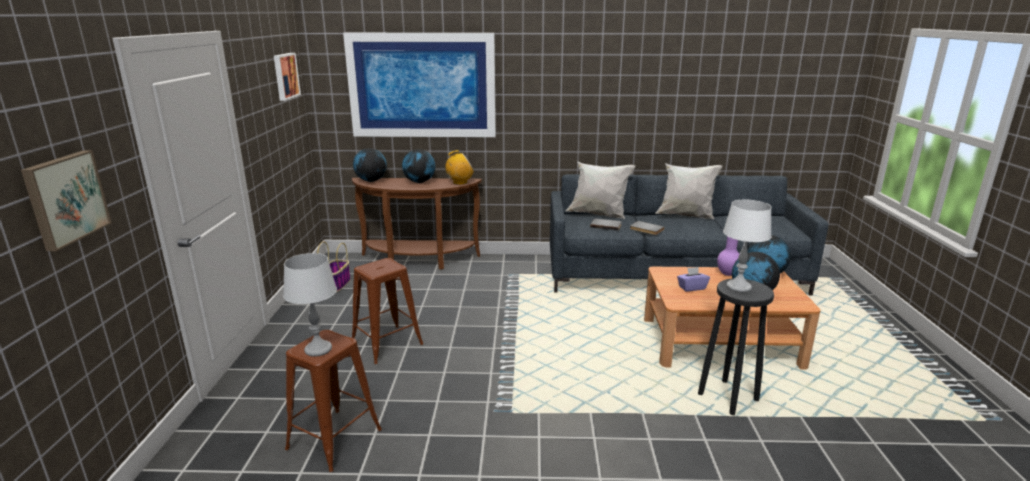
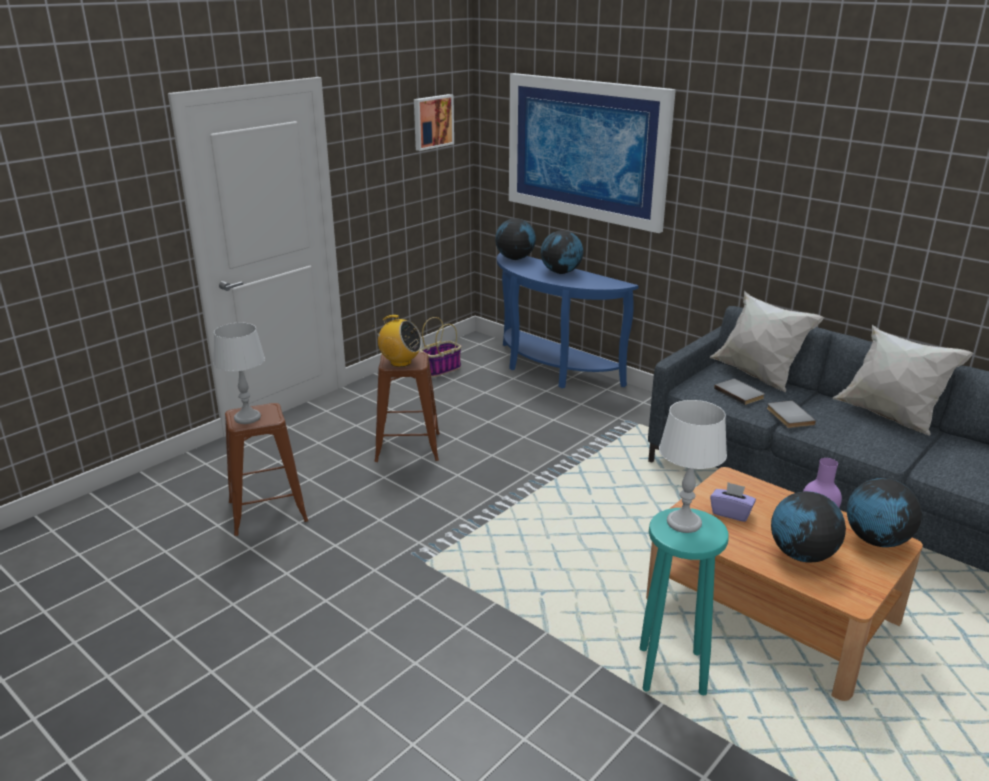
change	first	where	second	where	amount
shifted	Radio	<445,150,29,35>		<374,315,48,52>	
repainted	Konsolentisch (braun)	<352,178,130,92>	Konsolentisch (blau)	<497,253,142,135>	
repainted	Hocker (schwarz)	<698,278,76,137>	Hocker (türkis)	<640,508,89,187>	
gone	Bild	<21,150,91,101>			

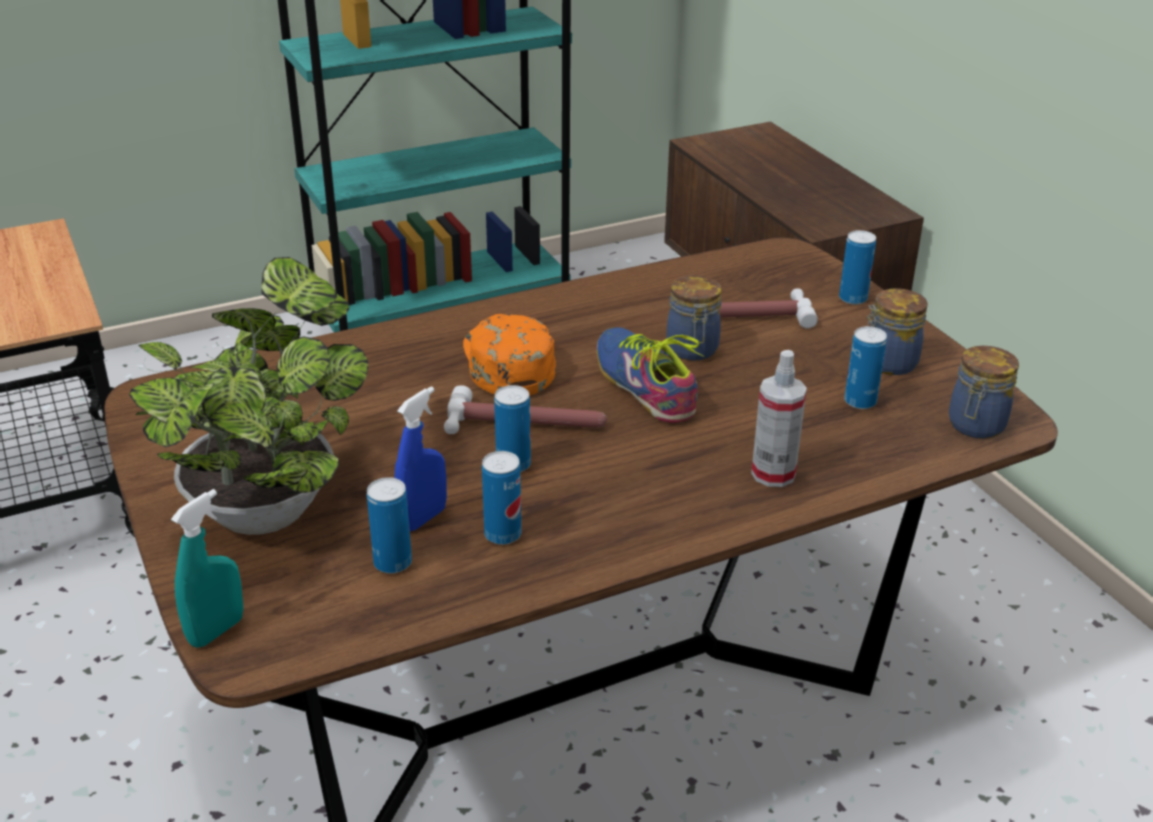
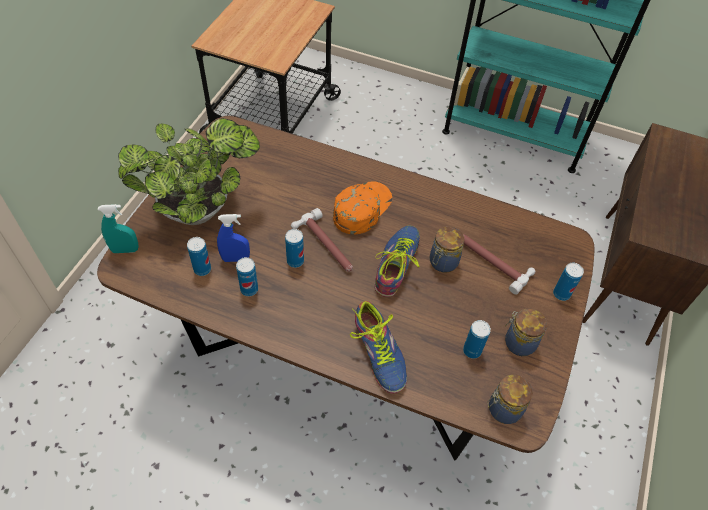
change	first	where	second	where	amount
swapped	Sprühflasche	<751,350,56,137>	Schuh	<350,301,57,93>	

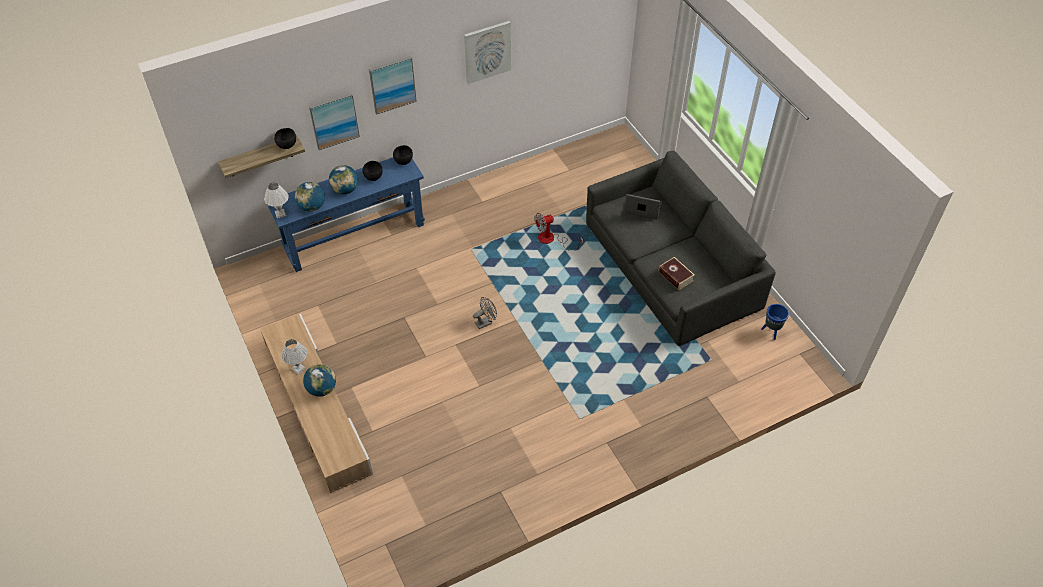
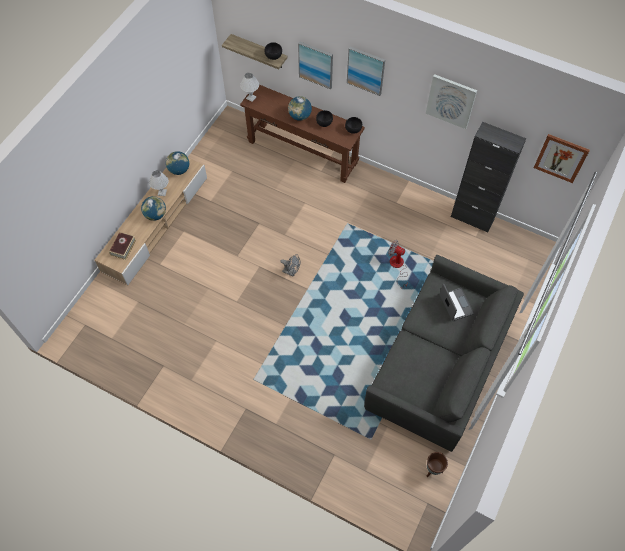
change	first	where	second	where	amount
shifted	Buch	<659,257,35,33>		<109,232,27,28>	
shifted	Globus	<295,182,30,29>		<166,151,23,24>	
repainted	Konsolentisch (blau)	<268,158,157,114>	Konsolentisch (braun)	<240,85,125,98>	
repainted	Pflanzkübel (blau)	<761,304,28,36>	Pflanzkübel (braun)	<427,452,21,25>	
new			Schrank (schwarz)	<451,122,75,111>	
new			Bild	<534,134,56,49>	

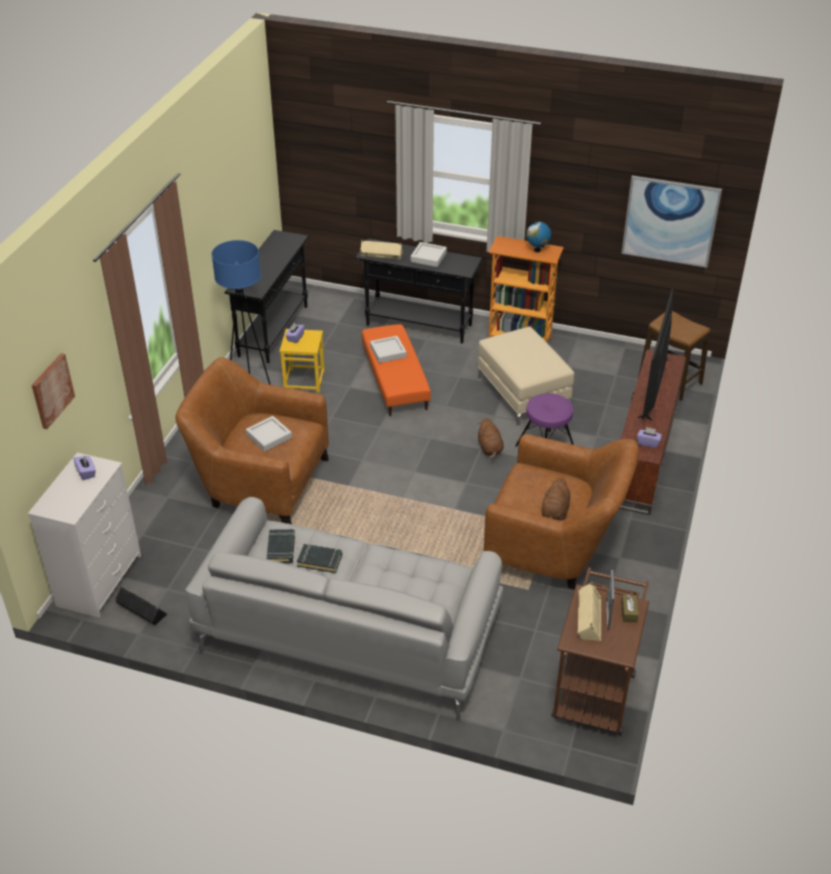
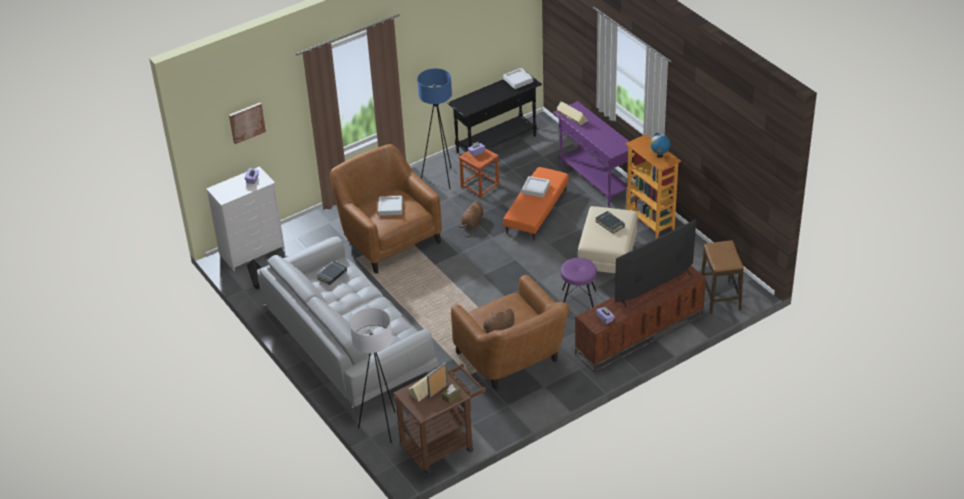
change	first	where	second	where	amount
new			Stehlampe (weiß)	<350,308,45,135>	
shifted	Plüschtier (braun)	<478,418,26,42>		<458,201,25,27>	
repainted	Hocker (gelb)	<280,329,45,63>	Hocker (braun)	<459,148,40,50>	
shifted	Tablett (grau)	<411,242,36,25>		<503,68,30,21>	
repainted	Konsolentisch (schwarz)	<355,238,128,105>	Konsolentisch (lila)	<553,101,77,106>	
shifted	Buch (schwarz)	<297,544,45,29>		<595,211,30,23>	
gone	Bild	<621,176,101,92>			

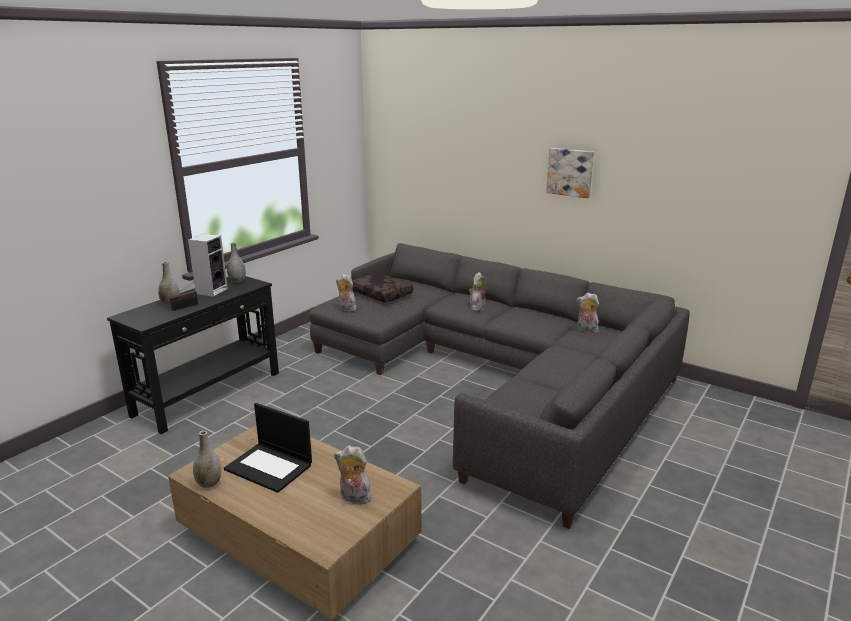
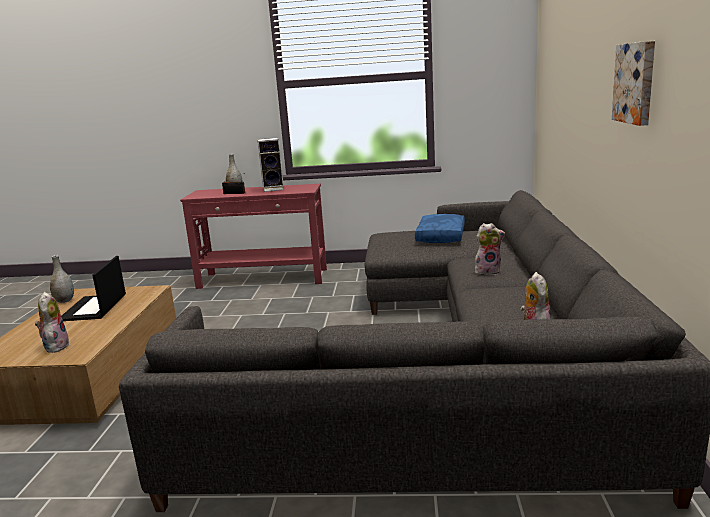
change	first	where	second	where	amount
repainted	Konsolentisch (schwarz)	<107,276,172,158>	Konsolentisch (rot)	<180,184,147,105>	
repainted	Kissen (braun)	<352,273,61,30>	Kissen (blau)	<415,214,50,29>	
gone	Vase (grau)	<227,242,19,41>			
gone	Plüschtier	<336,274,20,38>			

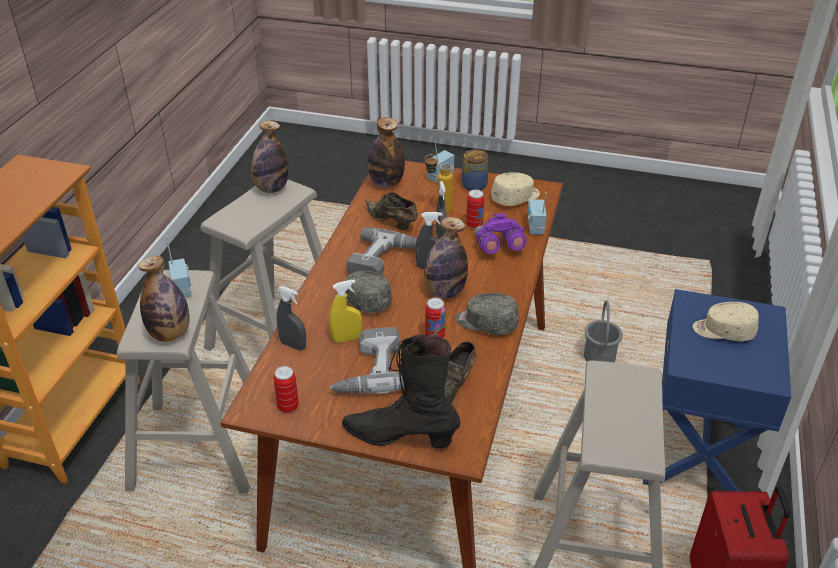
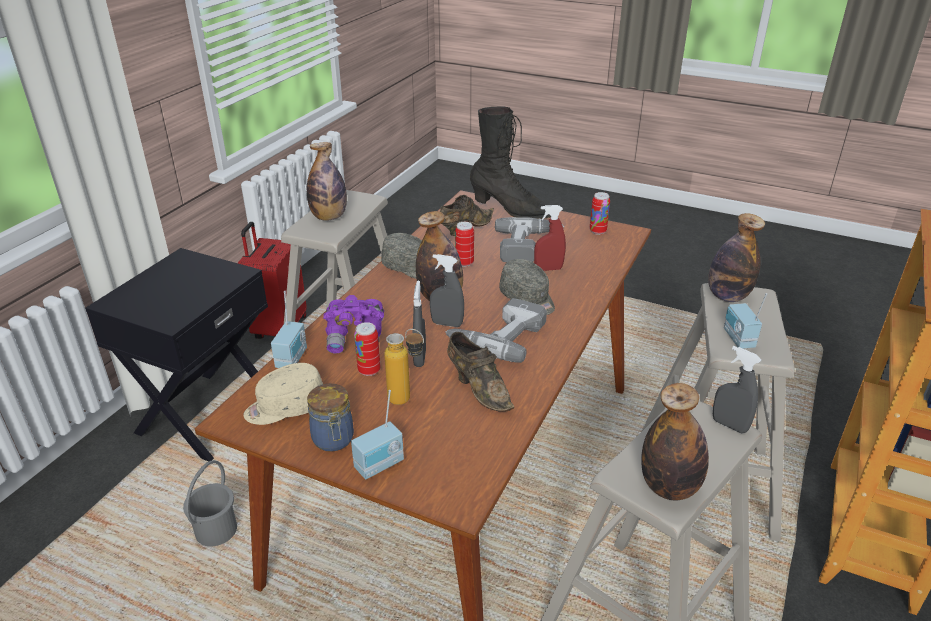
change	first	where	second	where	amount
repainted	Nachttisch (blau)	<643,289,148,202>	Nachttisch (schwarz)	<85,248,183,214>	
shifted	Flasche	<368,117,37,71>		<307,142,40,79>	
repainted	Sprühflasche (gelb)	<329,280,33,63>	Sprühflasche (rot)	<534,205,32,66>	
shifted	Sprühflasche (grau)	<277,286,29,64>		<713,346,48,87>	
gone	Kappe (beige)	<692,302,67,39>			

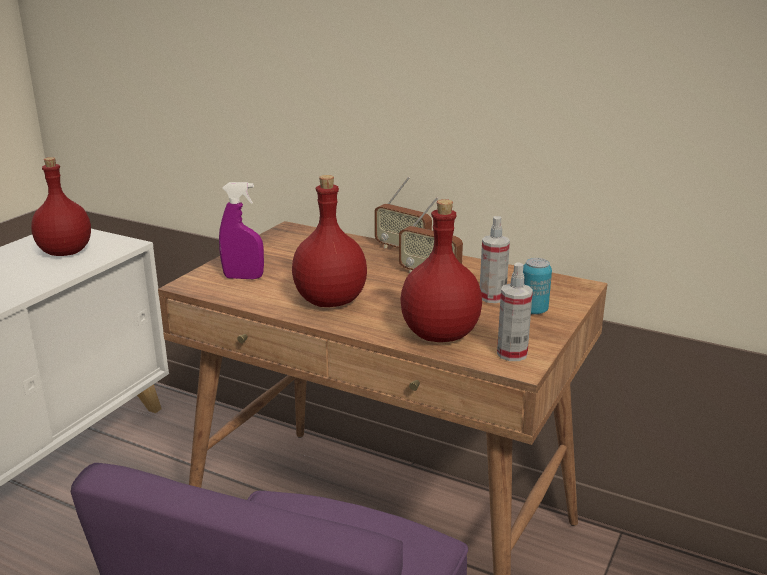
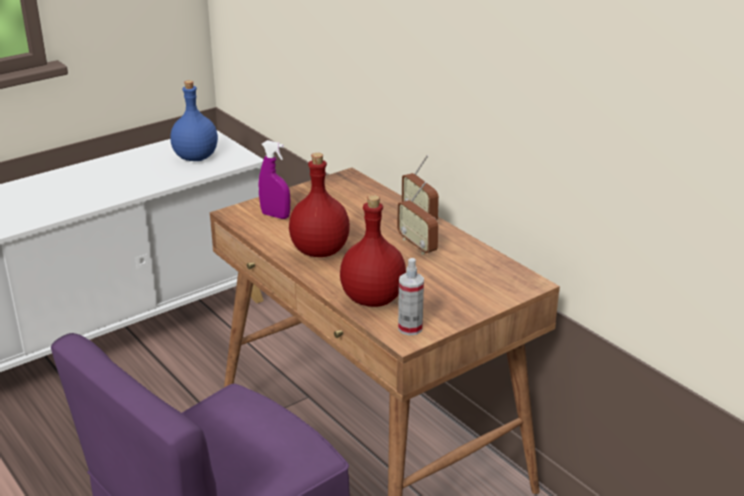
change	first	where	second	where	amount
repainted	Flasche (rot)	<31,157,60,99>	Flasche (blau)	<170,80,48,81>	
gone	Sprühflasche	<480,216,30,87>			
gone	Dose	<523,258,29,57>			

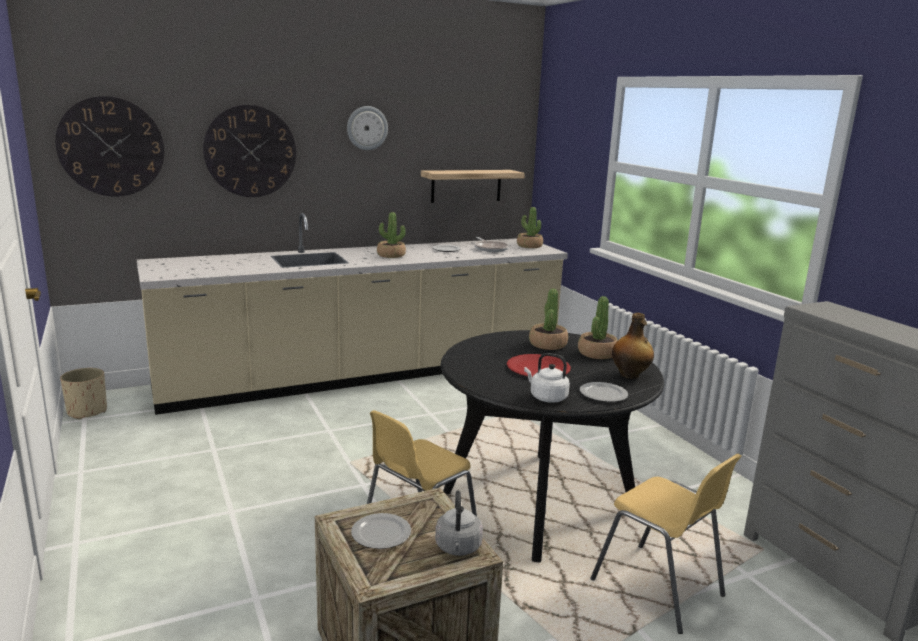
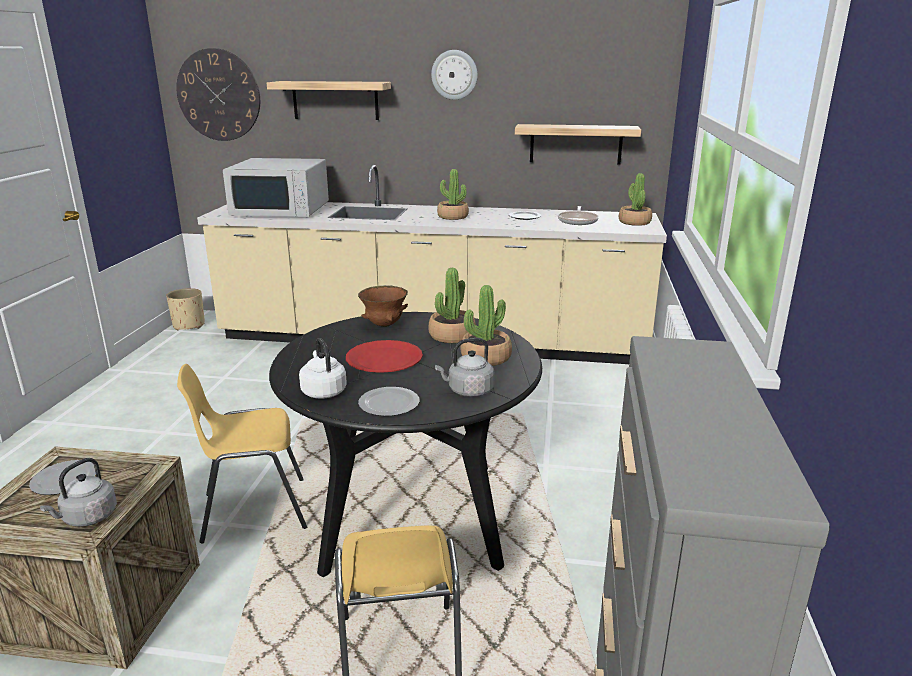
change	first	where	second	where	amount
new			Mikrowelle (weiß)	<223,158,106,59>	
swapped	Wanduhr	<203,105,93,92>	Wandregal	<267,81,124,39>	
new			Schüssel (braun)	<358,285,50,42>	
swapped	Flasche	<612,313,42,66>	Wasserkessel (grau)	<435,338,60,59>	

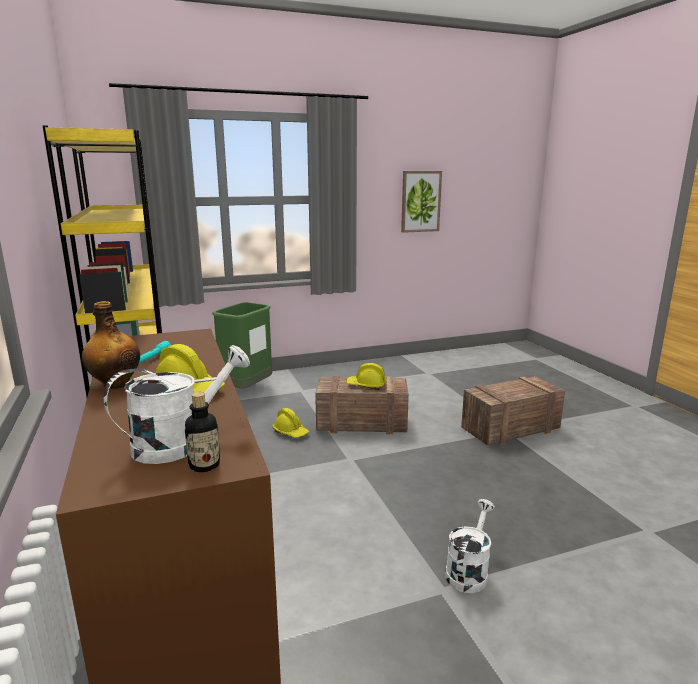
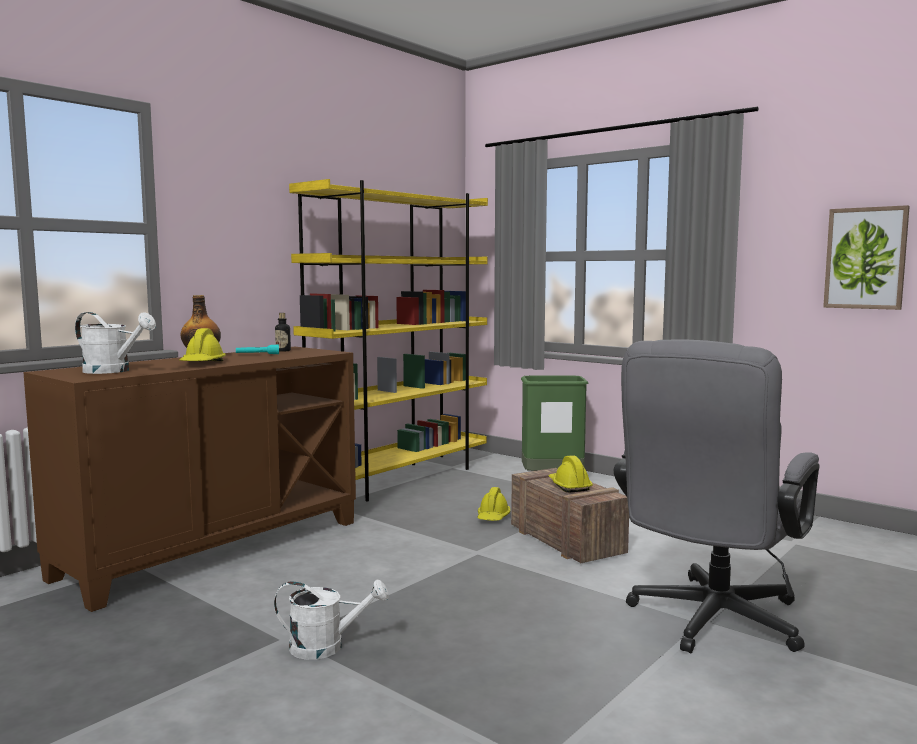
change	first	where	second	where	amount
shifted	Flasche	<185,392,35,80>		<275,313,16,39>	
swapped	Kiste	<461,376,104,70>	Bürostuhl (grau)	<614,339,206,314>	

